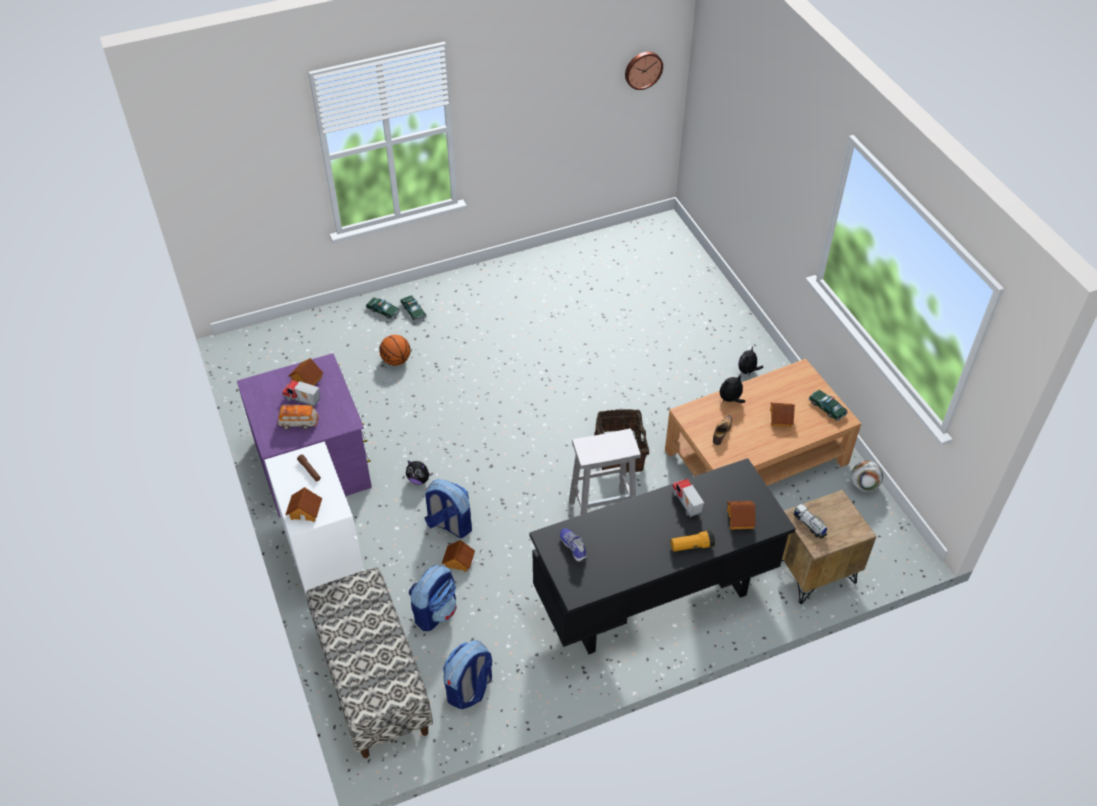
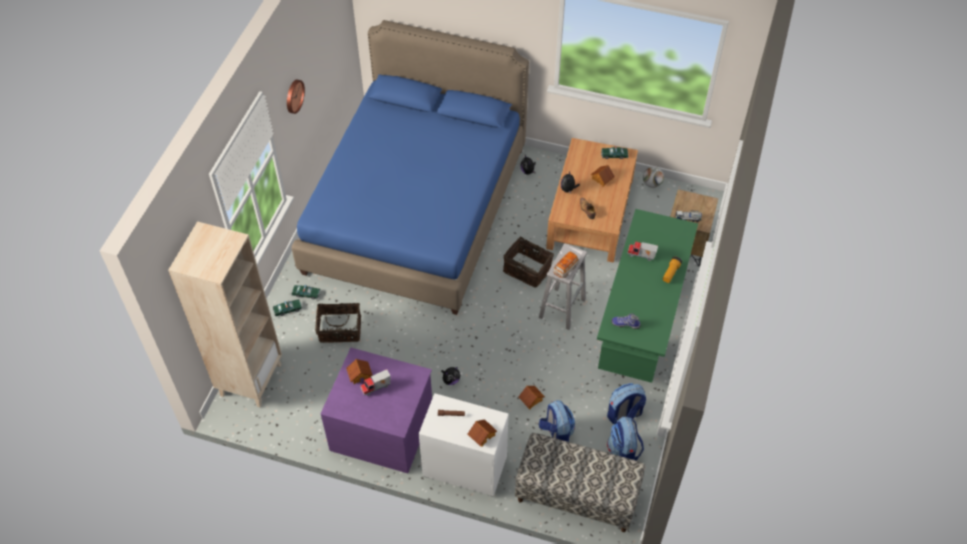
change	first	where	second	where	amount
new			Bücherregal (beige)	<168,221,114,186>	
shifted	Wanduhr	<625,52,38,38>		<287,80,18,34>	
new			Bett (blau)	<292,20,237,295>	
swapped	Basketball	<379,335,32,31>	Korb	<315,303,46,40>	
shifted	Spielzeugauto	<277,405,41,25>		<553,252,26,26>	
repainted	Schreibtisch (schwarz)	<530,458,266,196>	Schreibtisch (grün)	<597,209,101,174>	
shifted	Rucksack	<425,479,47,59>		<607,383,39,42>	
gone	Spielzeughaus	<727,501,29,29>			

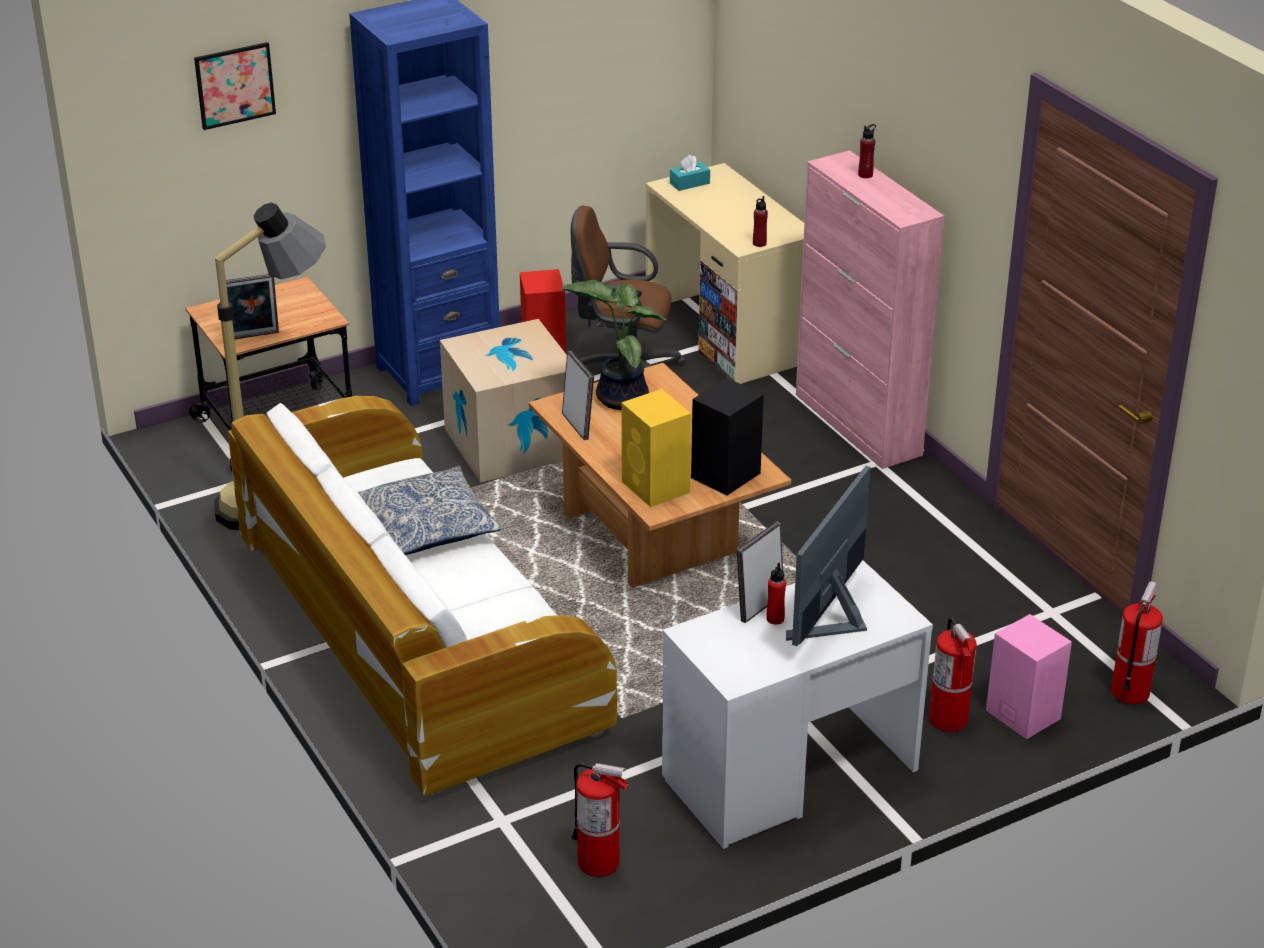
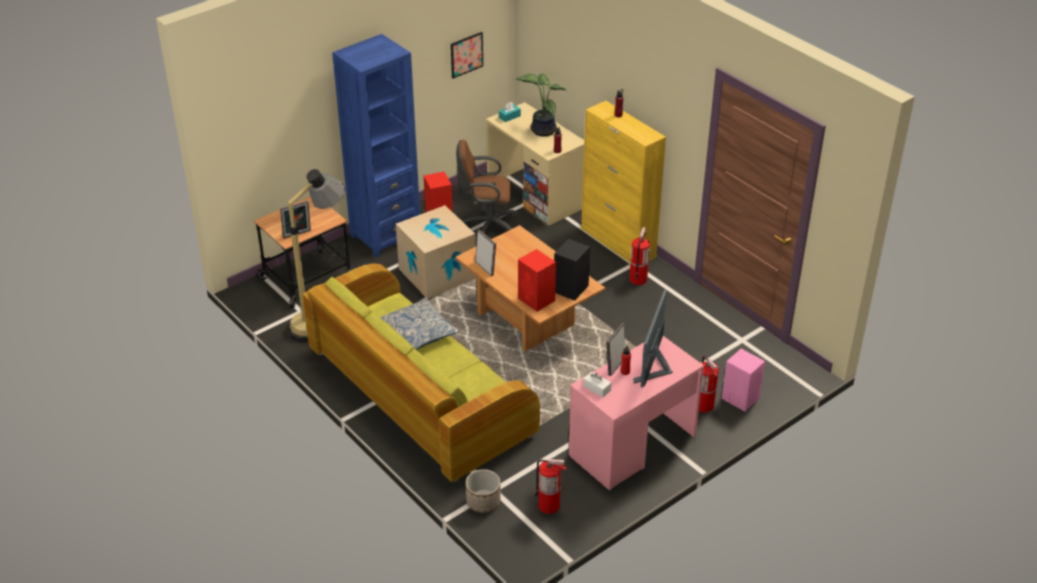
change	first	where	second	where	amount
repainted	Sofa (weiß)	<228,396,389,401>	Sofa (grün)	<303,263,237,219>	
shifted	Bild	<194,42,82,88>		<451,32,32,47>	
new			Pflanzkübel	<466,469,35,44>	
shifted	Topfpflanze	<560,280,106,130>		<516,73,51,63>	
repainted	Lautsprecher (gelb)	<621,389,70,118>	Lautsprecher (rot)	<518,249,38,63>	
repainted	Schreibtisch (weiß)	<662,560,271,289>	Schreibtisch (rosa)	<569,336,135,155>	
repainted	Schrank (rosa)	<796,150,148,319>	Schrank (gelb)	<581,101,85,162>	
new			Taschentuchbox (weiß)	<583,372,28,25>	
shifted	Feuerlöscher	<1111,581,52,123>		<629,227,21,58>	

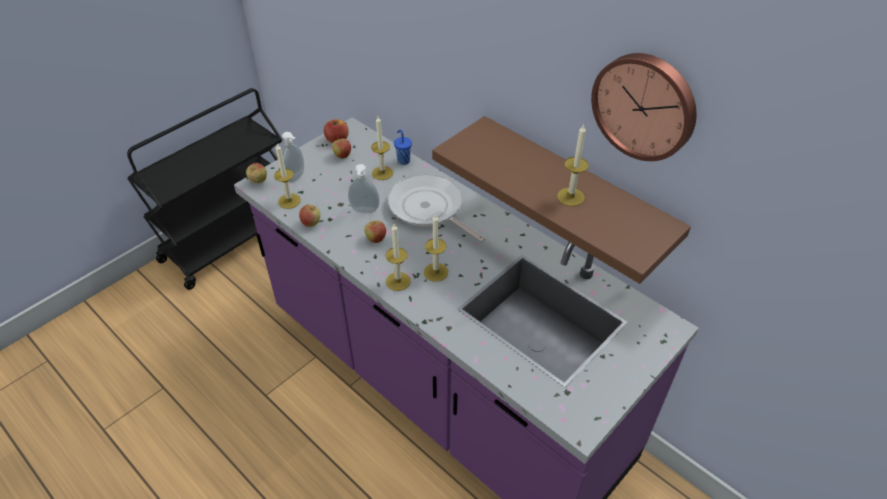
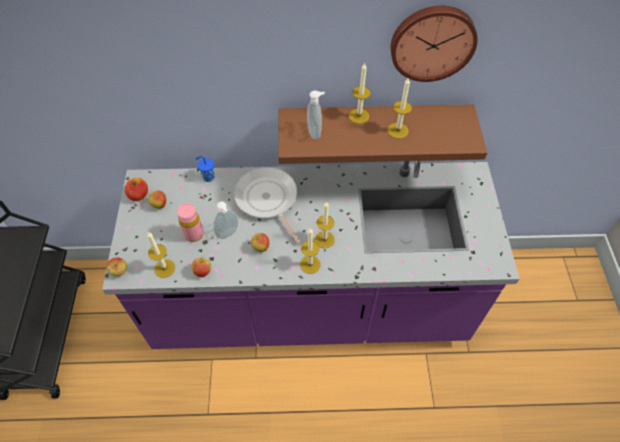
change	first	where	second	where	amount
new			Flasche (rosa)	<177,203,27,39>	
rotated	Pfanne	<388,174,97,68>		<234,167,67,76>	60 degrees clockwise
shifted	Seifenspender	<282,132,22,51>		<307,91,18,49>	
shifted	Kerze	<371,117,22,63>		<349,63,22,61>	

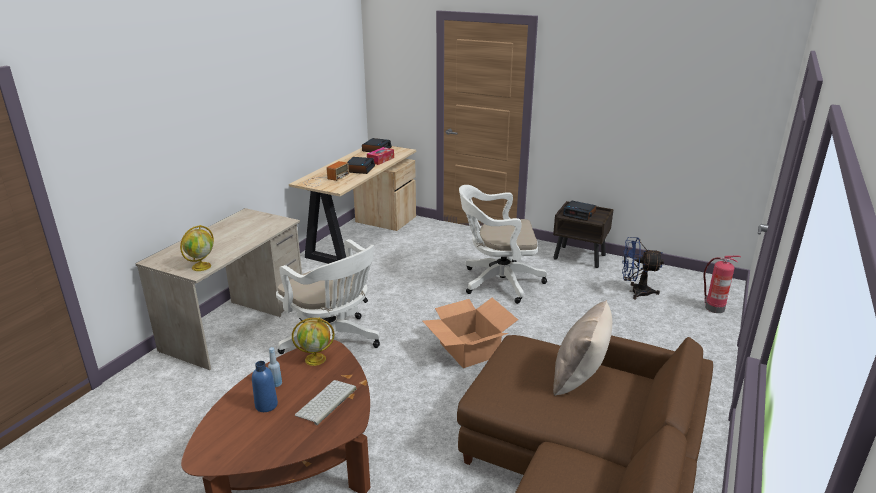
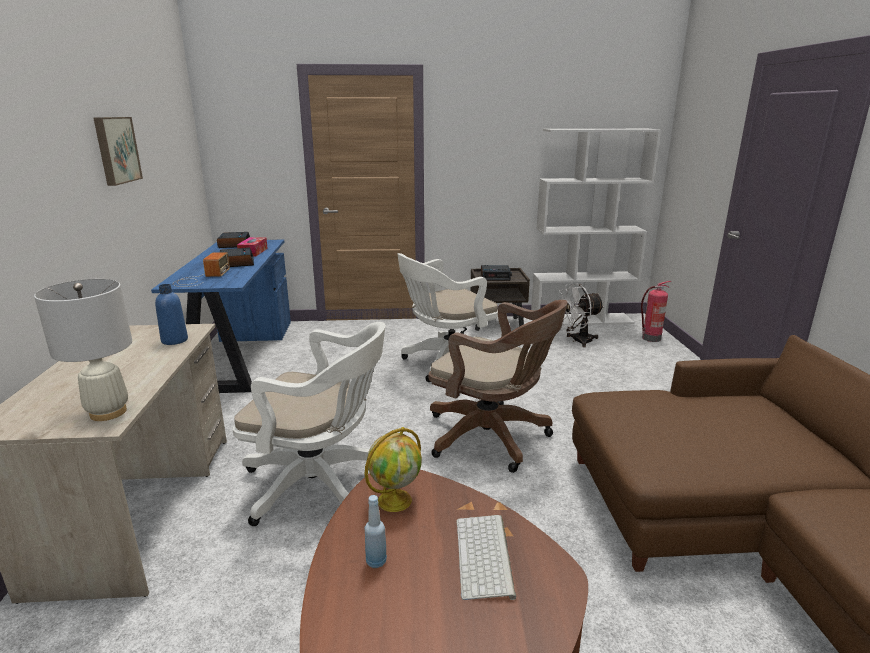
change	first	where	second	where	amount
swapped	Globus	<180,225,34,46>	Tischlampe (weiß)	<34,279,98,142>	
new			Bild	<93,117,50,69>	
repainted	Schreibtisch (beige)	<289,146,127,118>	Schreibtisch (blau)	<151,240,140,153>	
shifted	Flasche (blau)	<252,361,26,51>		<155,284,33,61>	
swapped	Karton	<423,298,95,70>	Bürostuhl (braun)	<429,300,139,173>	
new			Bücherregal (weiß)	<531,129,130,197>	
repainted	Ventilator (blau)	<622,237,42,62>	Ventilator (weiß)	<559,283,46,64>	
gone	Kissen (beige)	<553,300,59,96>			

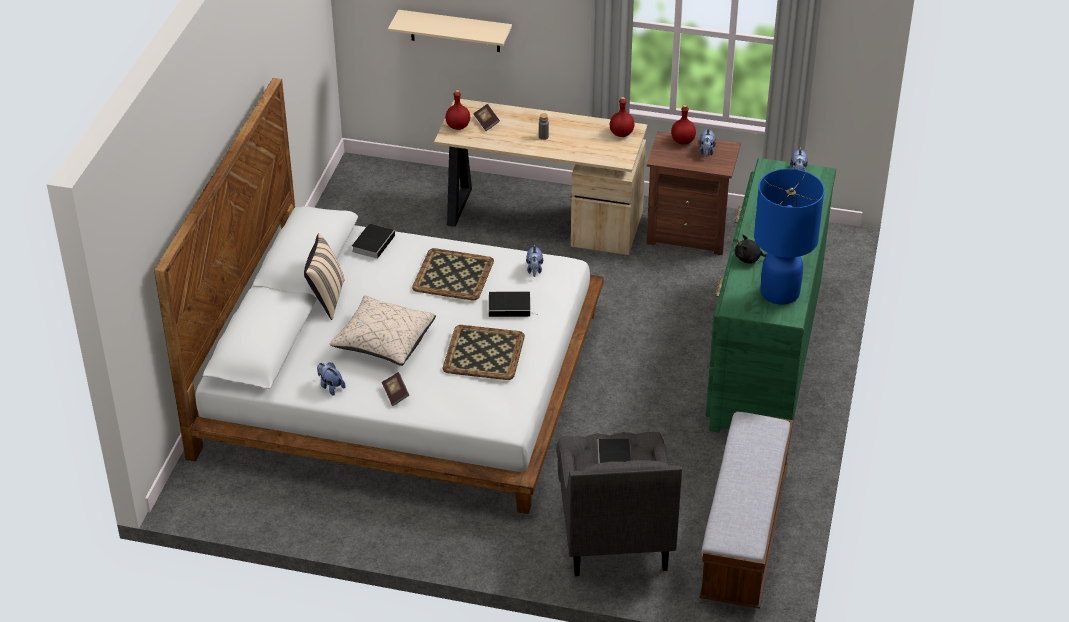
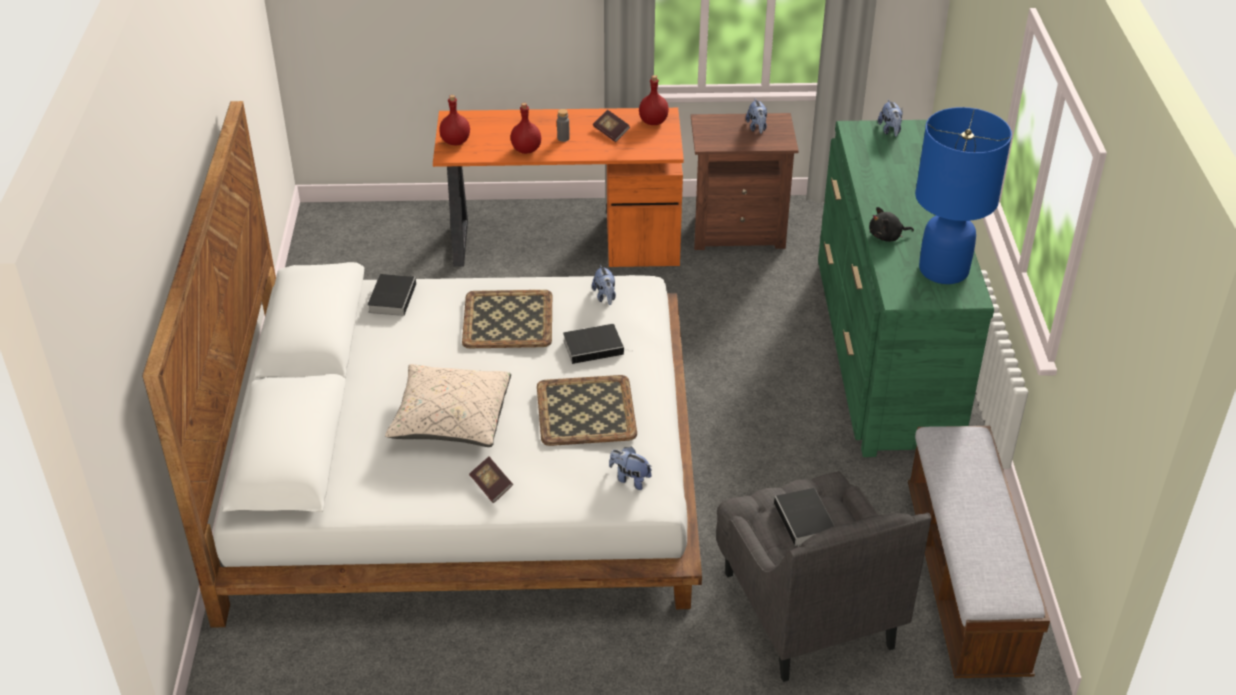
change	first	where	second	where	amount
repainted	Schreibtisch (beige)	<434,99,213,156>	Schreibtisch (orange)	<433,108,251,159>	
shifted	Flasche (rot)	<671,105,25,40>		<510,103,31,51>	
shifted	Buch	<474,104,26,27>		<593,110,37,32>	
shifted	Plüschtier	<317,363,29,33>		<609,446,43,44>	
gone	Kissen (beige)	<304,233,41,87>			
gone	Wandregal (beige)	<388,10,124,42>			

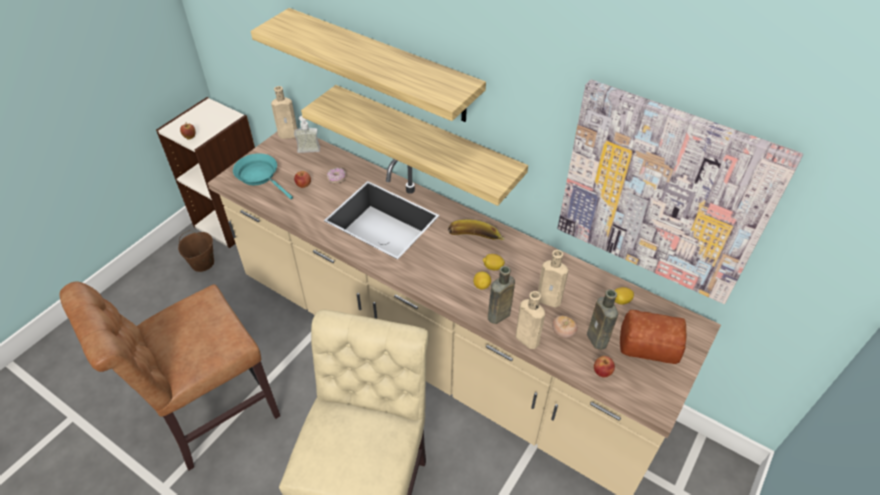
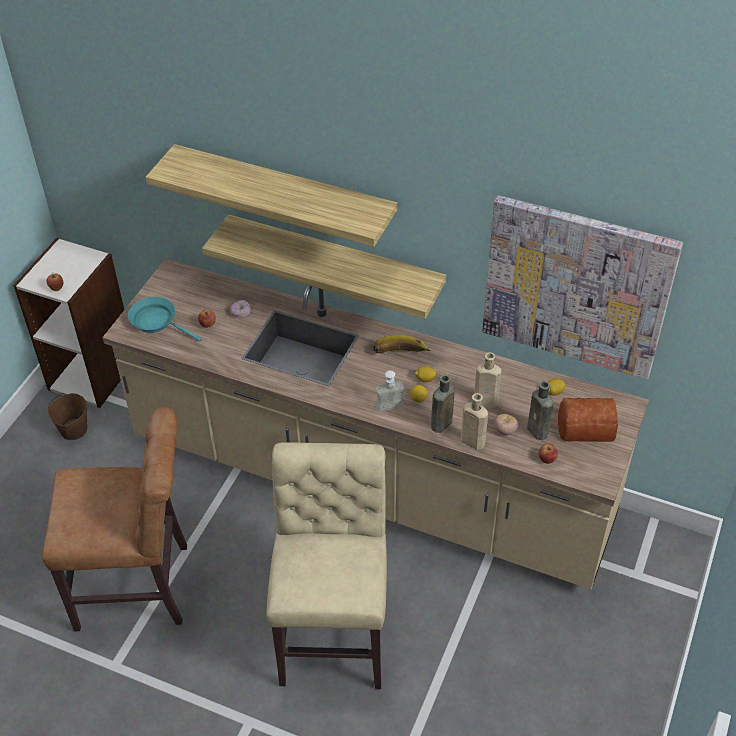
change	first	where	second	where	amount
rotated	Stuhl (braun)	<59,281,221,189>		<42,407,145,225>	135 degrees counterclockwise
shifted	Seifenspender	<294,116,26,37>		<376,370,28,42>	
gone	Flasche (beige)	<271,86,26,53>			

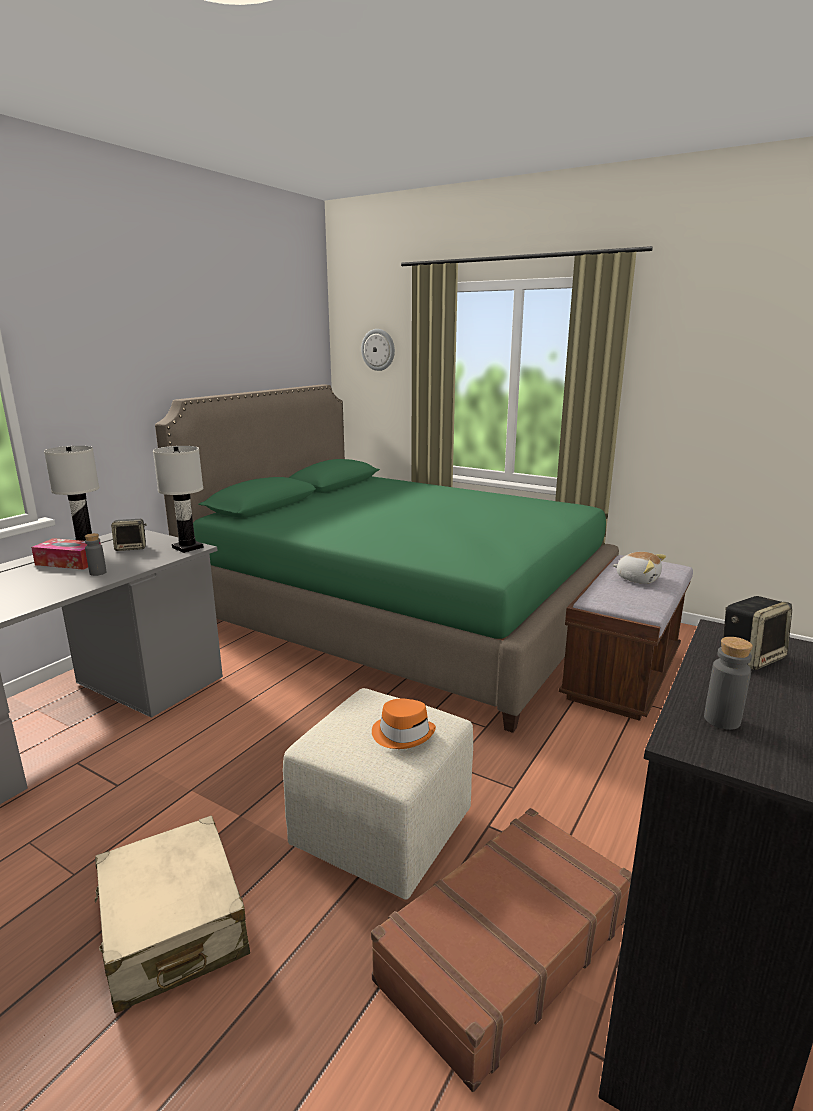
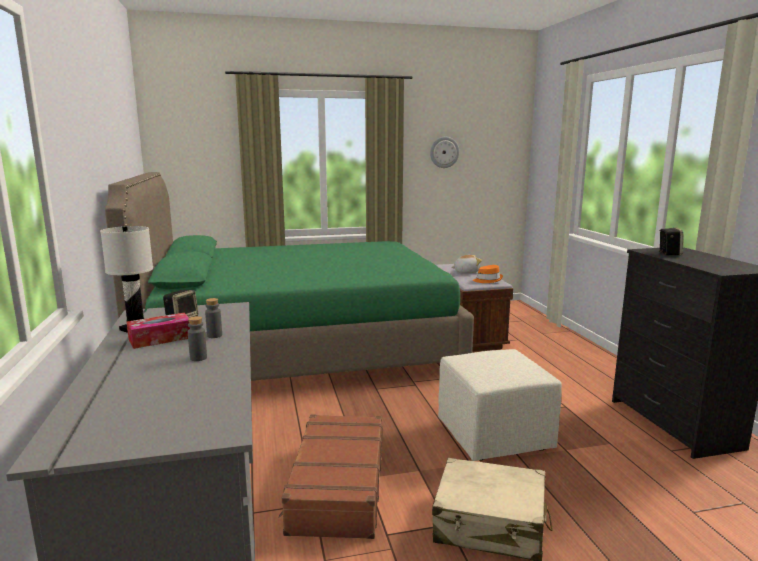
change	first	where	second	where	amount
shifted	Flasche (grau)	<704,637,49,93>		<188,316,19,45>	
shifted	Koffer (braun)	<371,808,261,284>		<279,414,104,125>	
shifted	Wanduhr	<361,329,34,42>		<430,137,29,31>	
shifted	Hut (orange)	<372,699,64,50>		<473,265,30,18>	
gone	Tischlampe (weiß)	<153,446,51,107>			

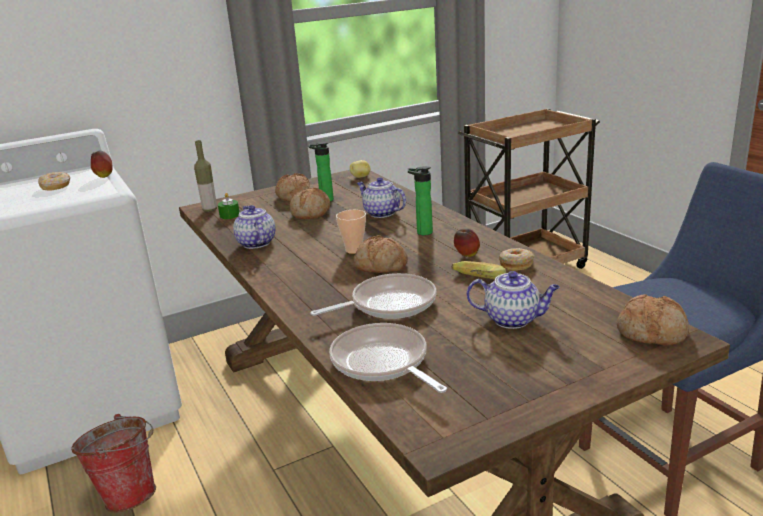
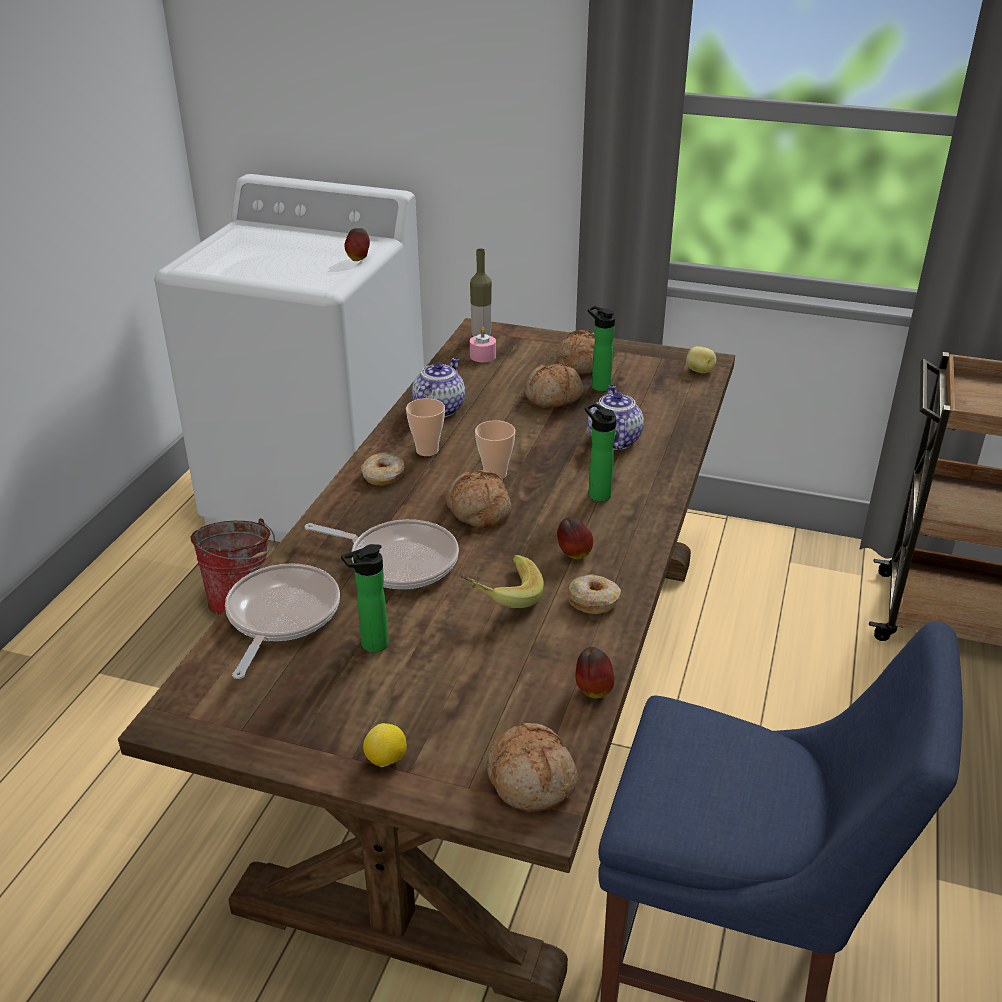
change	first	where	second	where	amount
new			Flasche	<341,544,48,109>	
shifted	Donut	<38,172,32,19>		<361,453,44,32>	
new			Zitrone	<363,723,44,44>	
new			Tasse	<406,398,39,58>	
repainted	Kerze (grün)	<218,193,22,26>	Kerze (rosa)	<470,327,26,35>	
new			Apfel	<575,647,40,52>	
gone	Teekanne	<467,271,93,58>			

